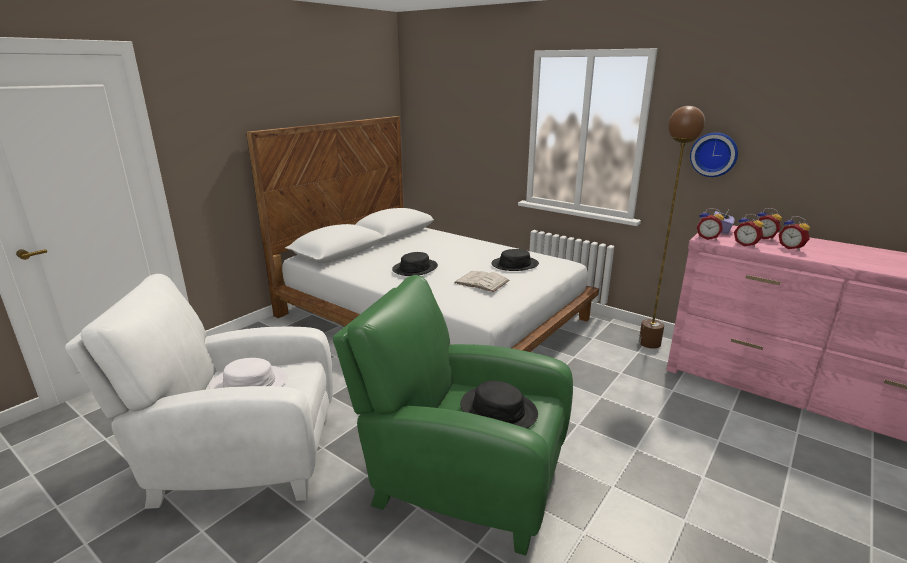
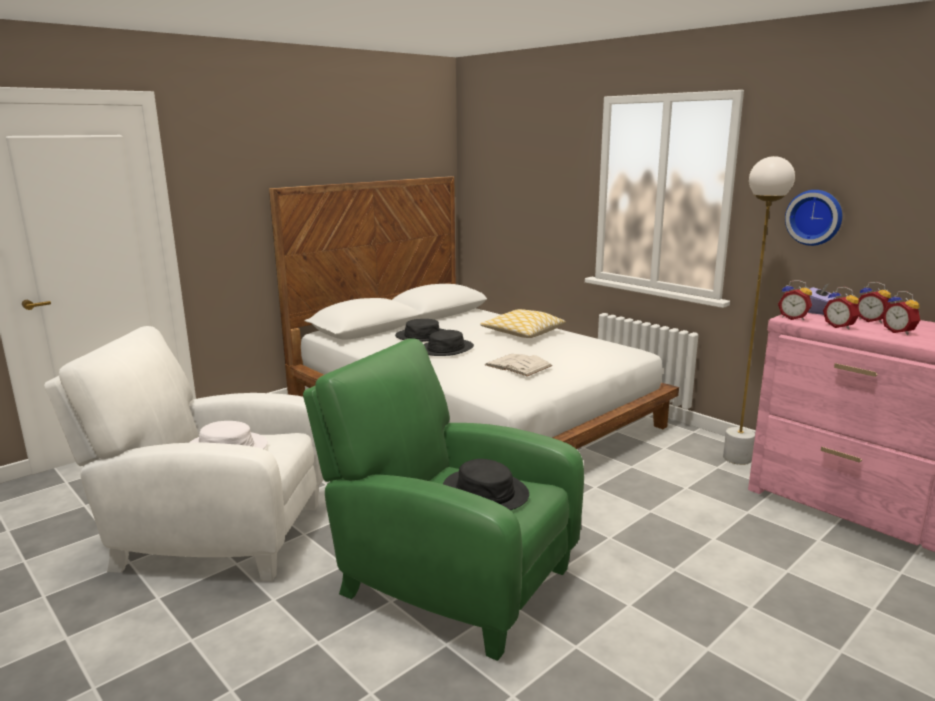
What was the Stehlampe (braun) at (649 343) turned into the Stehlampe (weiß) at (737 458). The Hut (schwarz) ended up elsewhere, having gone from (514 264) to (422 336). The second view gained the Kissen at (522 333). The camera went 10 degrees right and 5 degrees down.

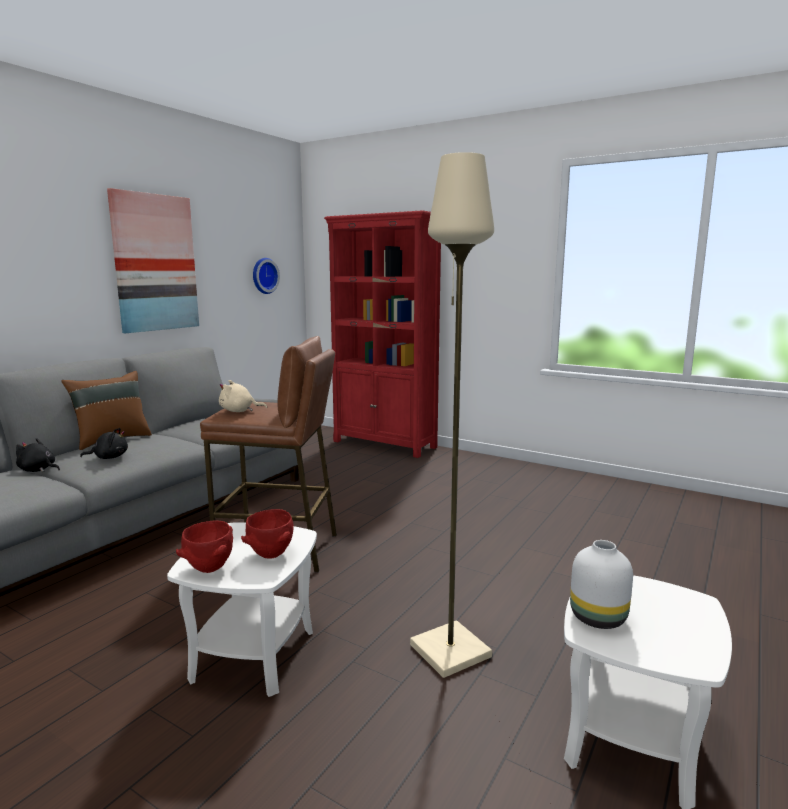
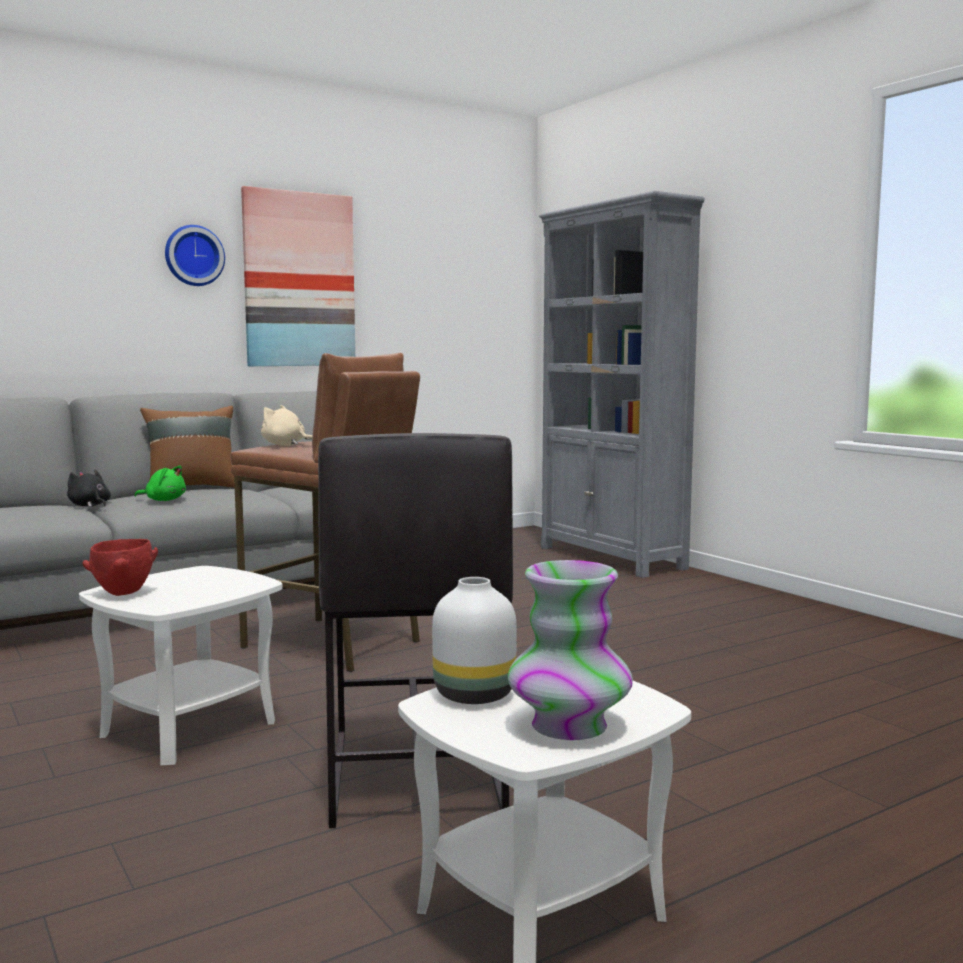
Where the Stehlampe (beige) stood at (450 652), the Hocker (grau) came to stand at (413 774). What was the Bücherregal (rot) at (385 444) turned into the Bücherregal (grau) at (611 558). The Wanduhr ended up elsewhere, having gone from (263 275) to (193 256). What was the Plüschtier (schwarz) at (109 457) turned into the Plüschtier (grün) at (164 500). The second view lost the Schüssel (rot) at (270 555). The second view gained the Vase at (569 726). The camera went 25 degrees right and 5 degrees down.

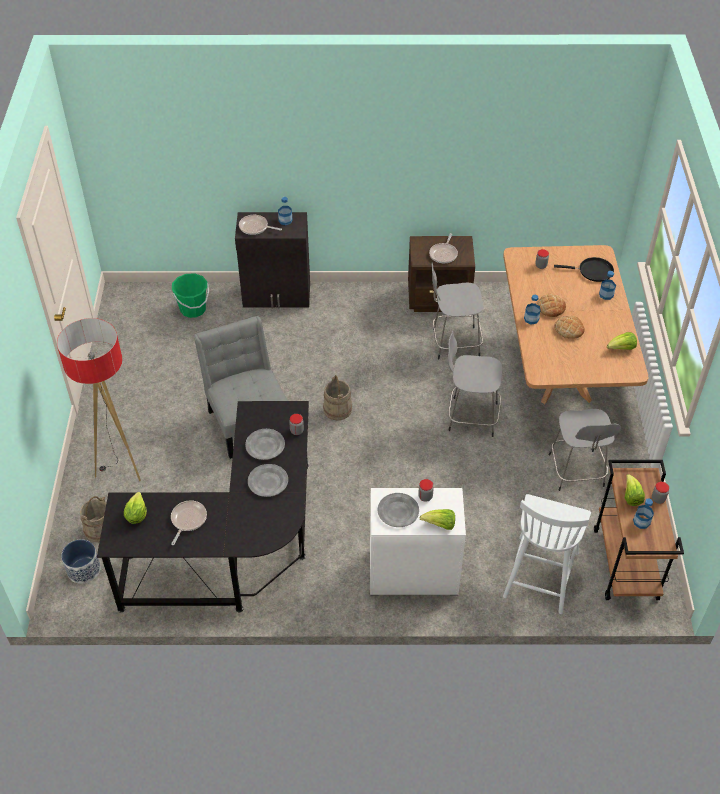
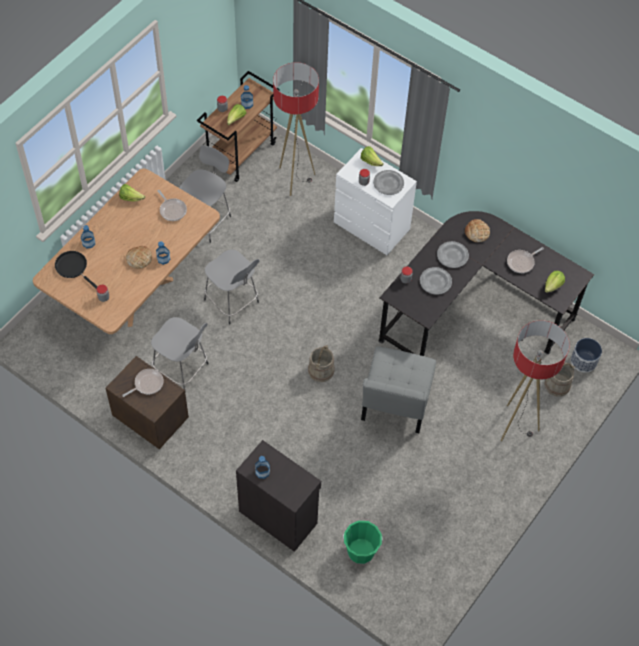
The Pfanne ended up elsewhere, having gone from (255 227) to (172 210). The Brot ended up elsewhere, having gone from (569 329) to (477 232). Where the Stuhl (weiß) stood at (541 573), the Stehlampe came to stand at (295 179). The camera went 145 degrees left and 10 degrees up.

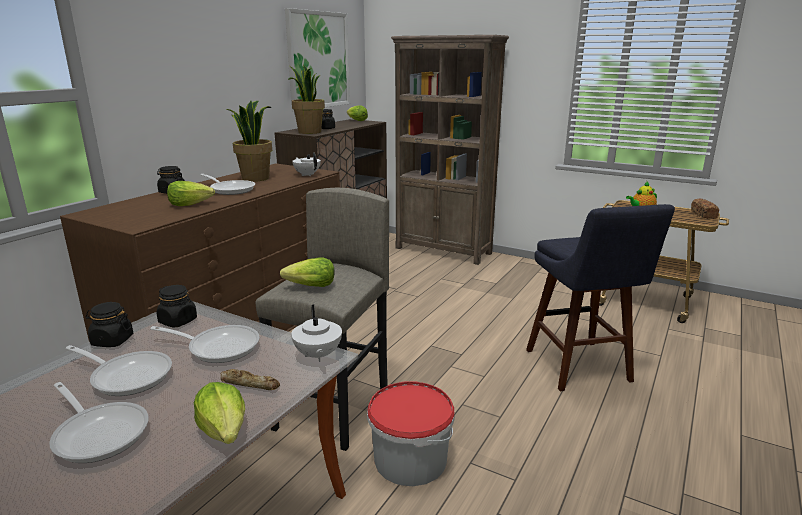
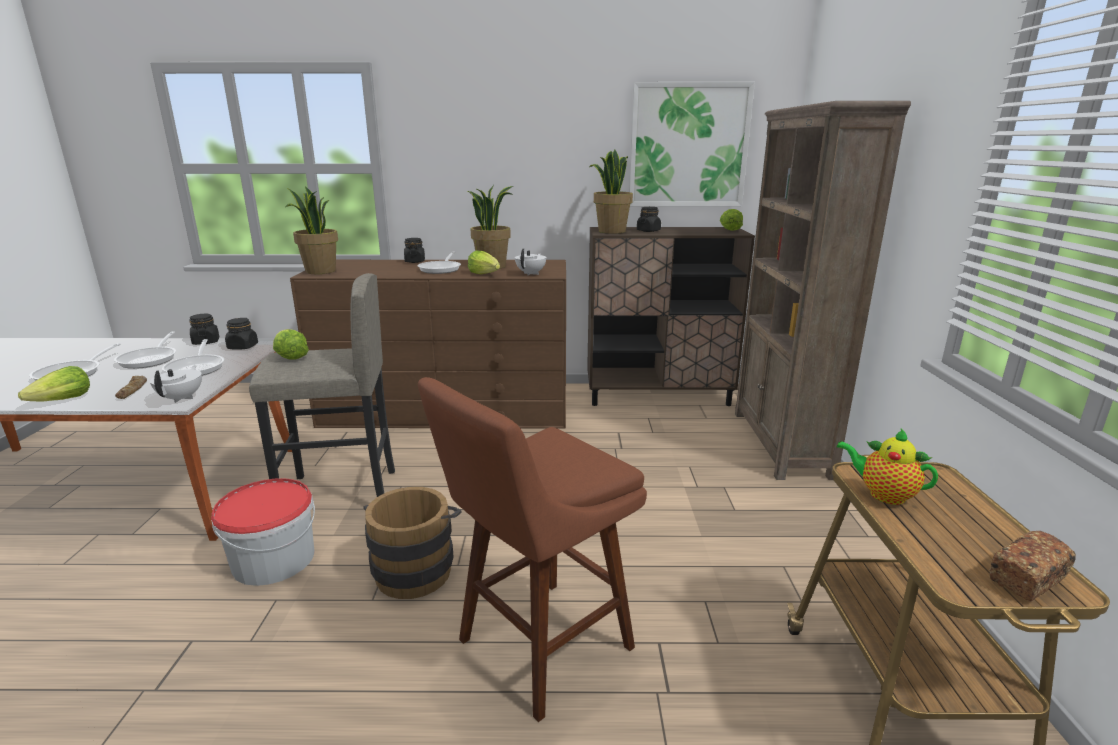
The Salatkopf ended up elsewhere, having gone from (190 204) to (485 274). What was the Hocker (blau) at (580 369) turned into the Hocker (braun) at (537 649). The Teekanne (weiß) at (317 355) ended up facing another way, 135 degrees clockwise from before. The second view gained the Topfpflanze at (320 271). The second view gained the Eimer (braun) at (416 568). The camera went 60 degrees right and 0 degrees up.

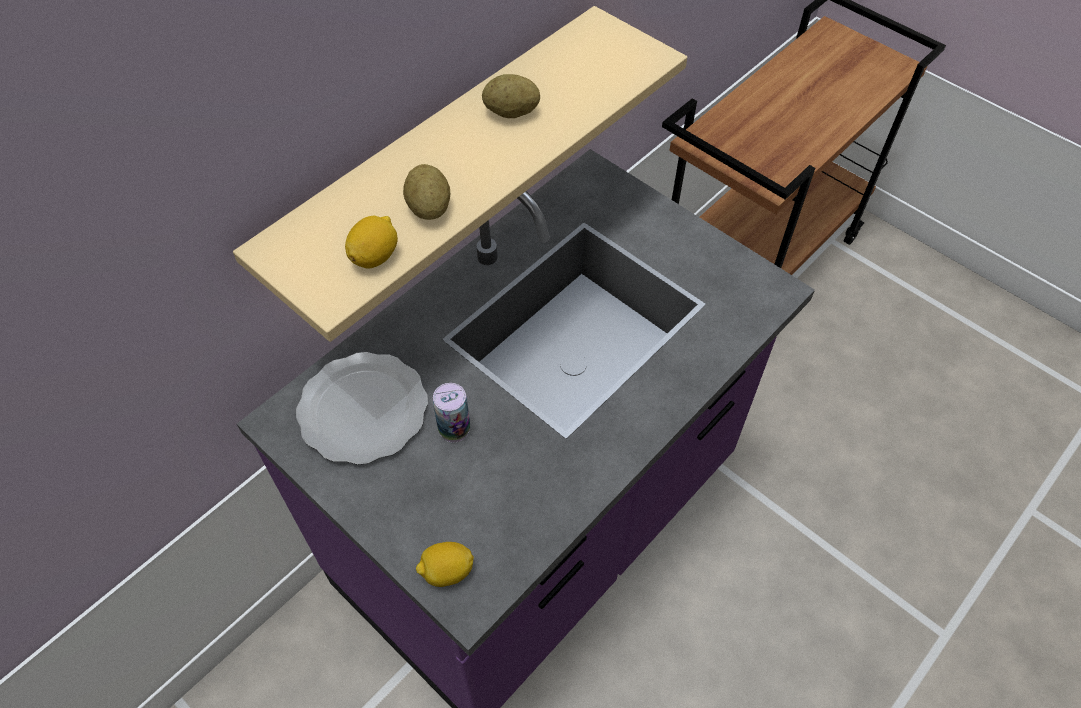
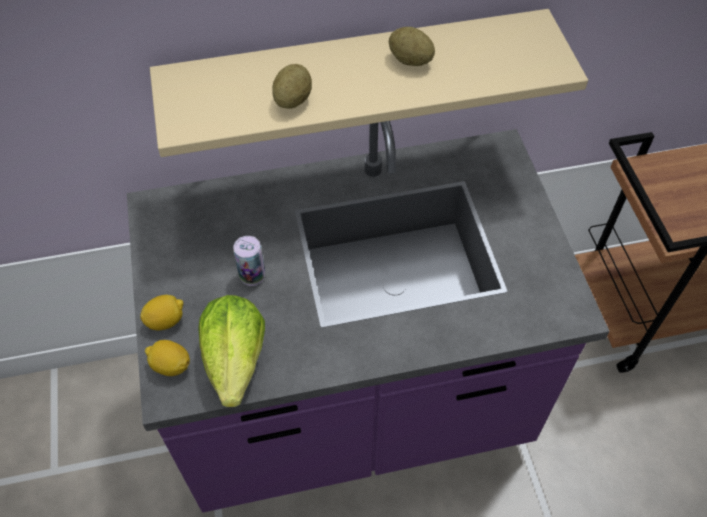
The Zitrone ended up elsewhere, having gone from (375 256) to (166 320). The second view lost the Teller at (363 408). The second view gained the Salatkopf at (236 360). The camera went 35 degrees right and 0 degrees up.

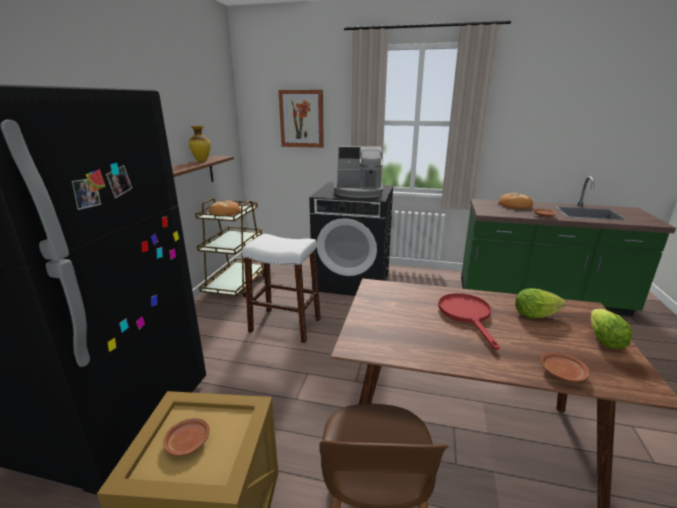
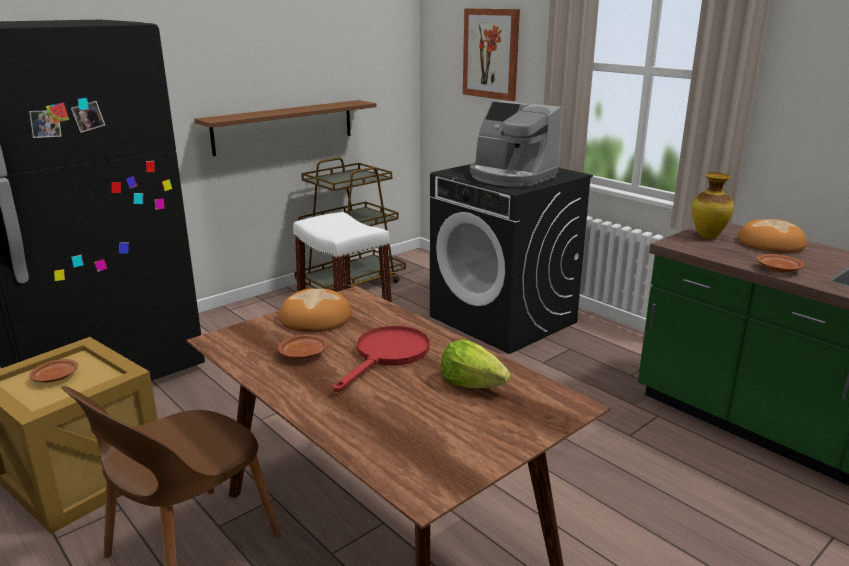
The Vase ended up elsewhere, having gone from (202 161) to (708 236). The Brot ended up elsewhere, having gone from (225 212) to (315 318). The second view lost the Salatkopf at (603 340). The Teller (braun) ended up elsewhere, having gone from (562 372) to (304 354). The camera went 35 degrees right and 0 degrees up.

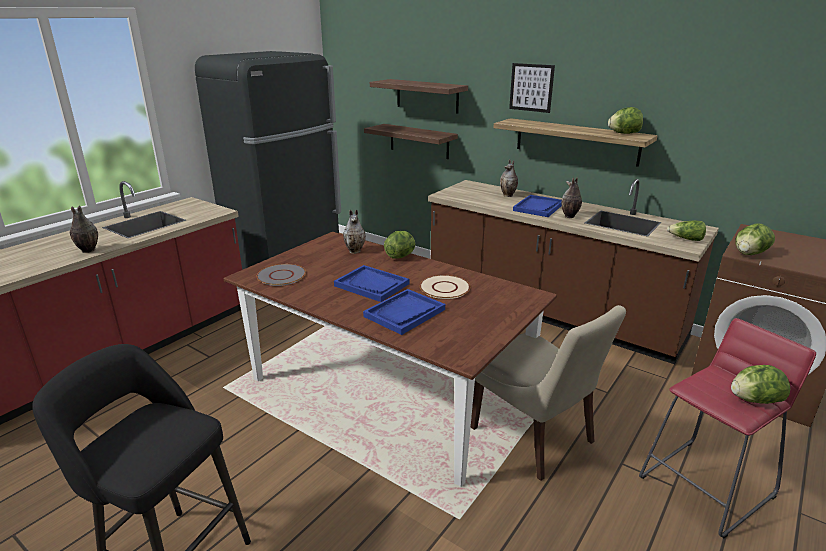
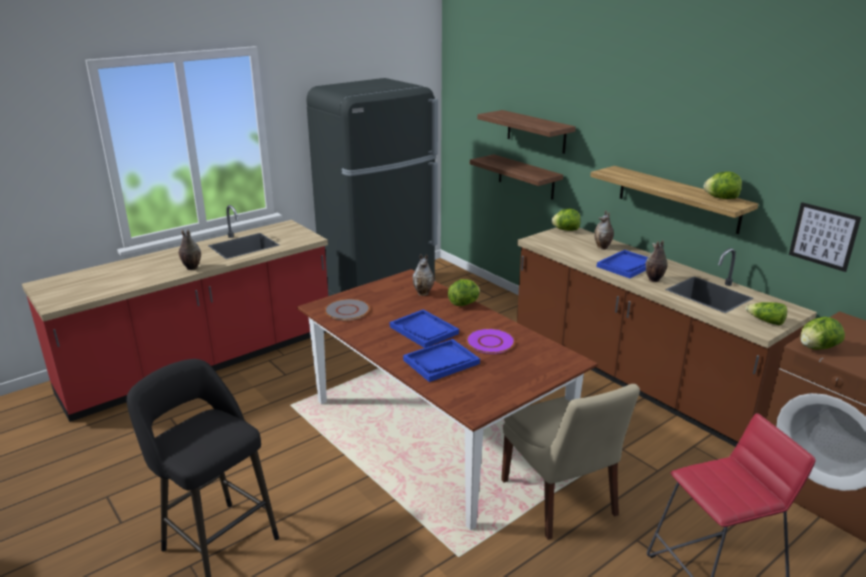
The Bild ended up elsewhere, having gone from (531 87) to (823 236). What was the Teller (beige) at (444 288) turned into the Teller (lila) at (490 342). The Salatkopf ended up elsewhere, having gone from (754 400) to (566 230). The camera went 15 degrees right and 0 degrees up.

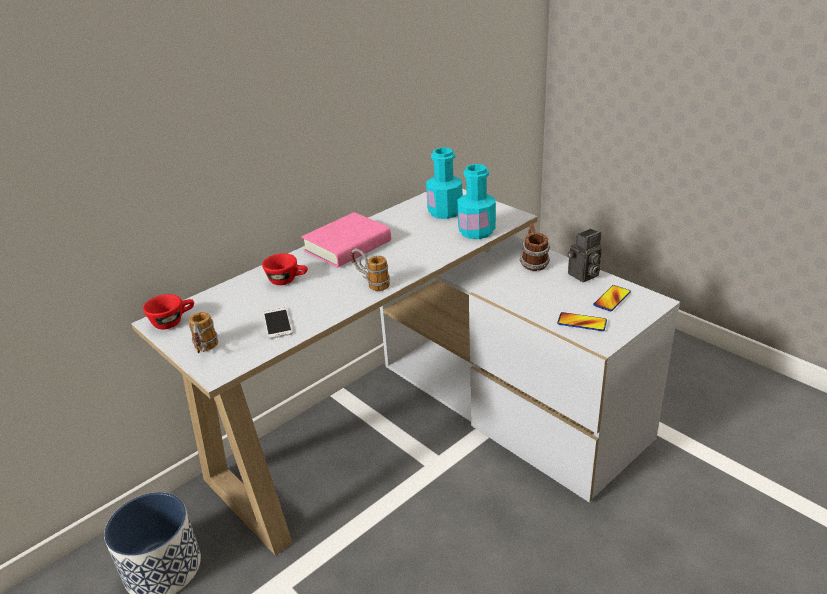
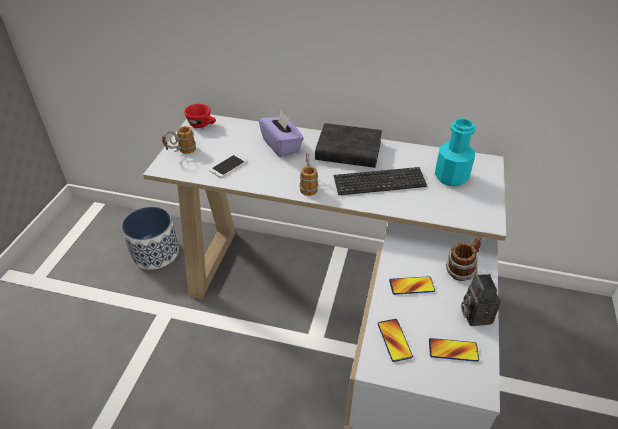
The second view lost the Flasche (türkis) at (476 231). What was the Buch (rosa) at (347 246) turned into the Buch (schwarz) at (348 151). The Kamera at (583 276) ended up facing another way, 60 degrees clockwise from before. Where the Tasse (rot) stood at (287 280), the Taschentuchbox (lila) came to stand at (281 145). The second view gained the Tastatur at (379 183). The second view gained the Handy at (411 286). The camera went 55 degrees right and 10 degrees up.

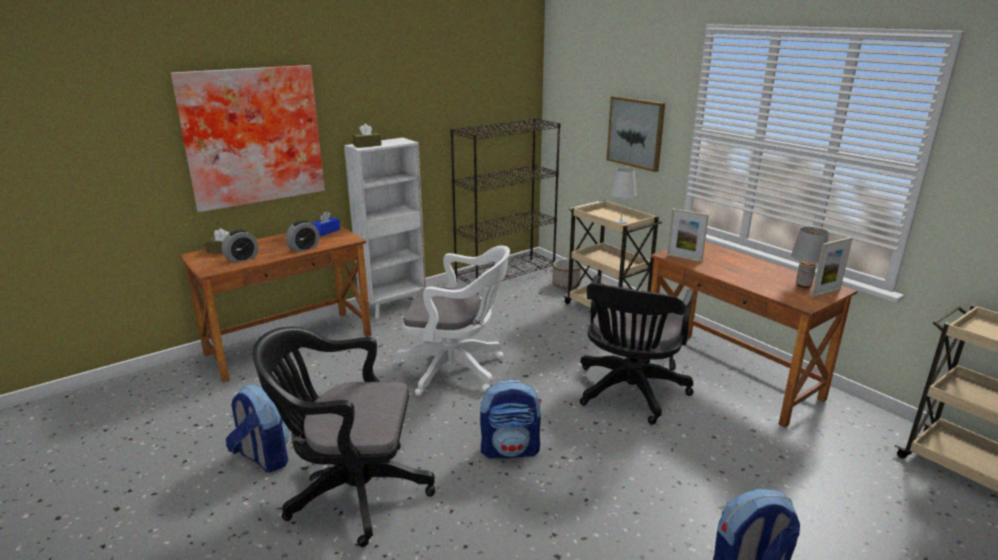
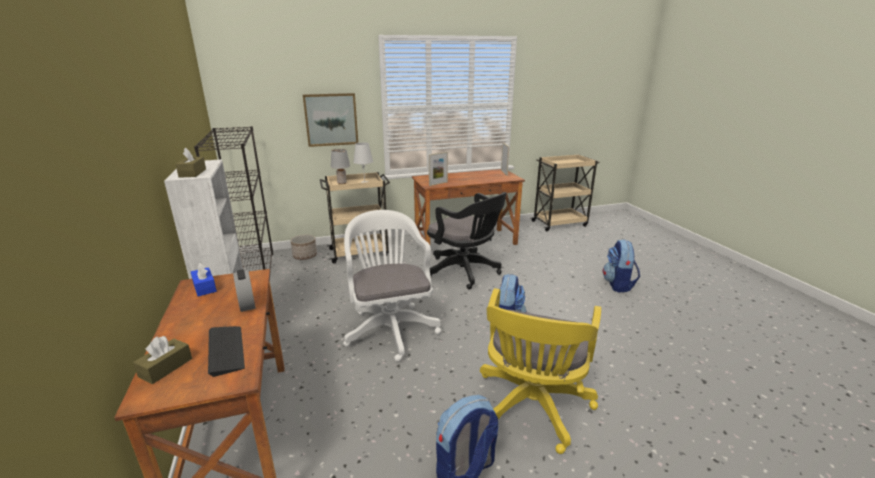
The second view lost the Bild at (252 136). The Tischlampe (grau) ended up elsewhere, having gone from (803 285) to (342 183). Where the Wecker stood at (242 259), the Tastatur came to stand at (226 350). The Bürostuhl (weiß) at (457 370) ended up facing another way, 45 degrees counterclockwise from before. What was the Bürostuhl (schwarz) at (351 491) turned into the Bürostuhl (gelb) at (531 409). The camera went 70 degrees left and 0 degrees up.

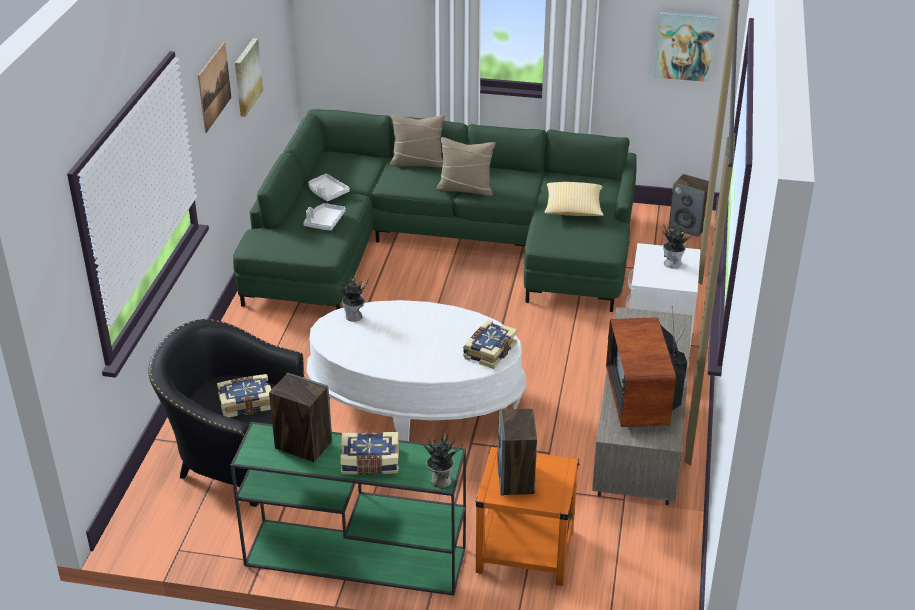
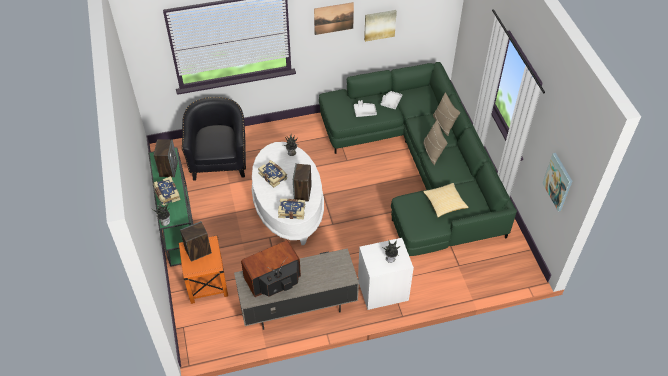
The Lautsprecher ended up elsewhere, having gone from (688 227) to (302 193). The Buch ended up elsewhere, having gone from (246 402) to (273 176). The camera went 65 degrees right and 15 degrees up.

